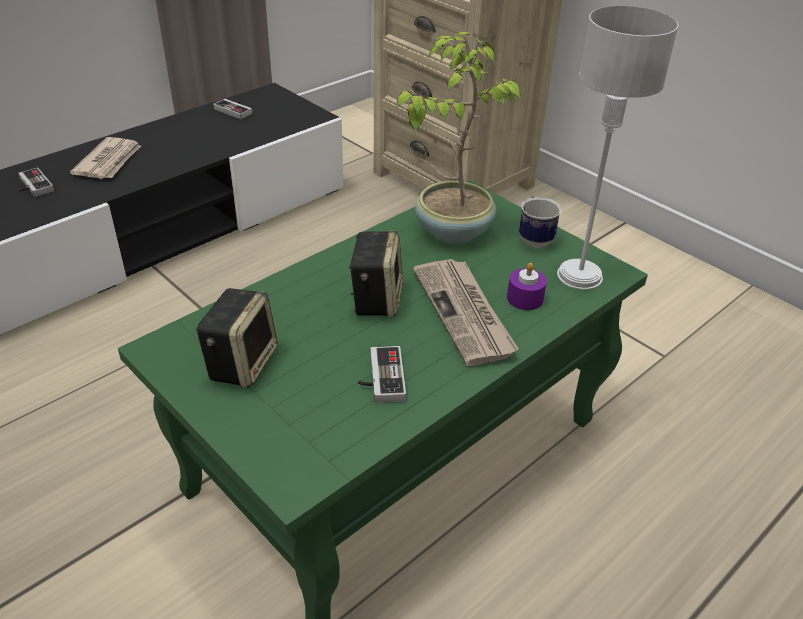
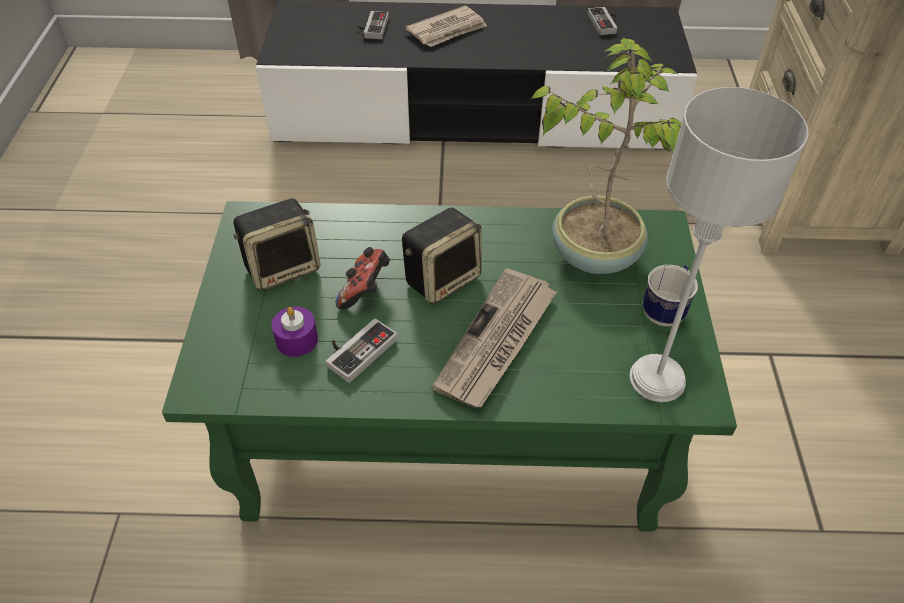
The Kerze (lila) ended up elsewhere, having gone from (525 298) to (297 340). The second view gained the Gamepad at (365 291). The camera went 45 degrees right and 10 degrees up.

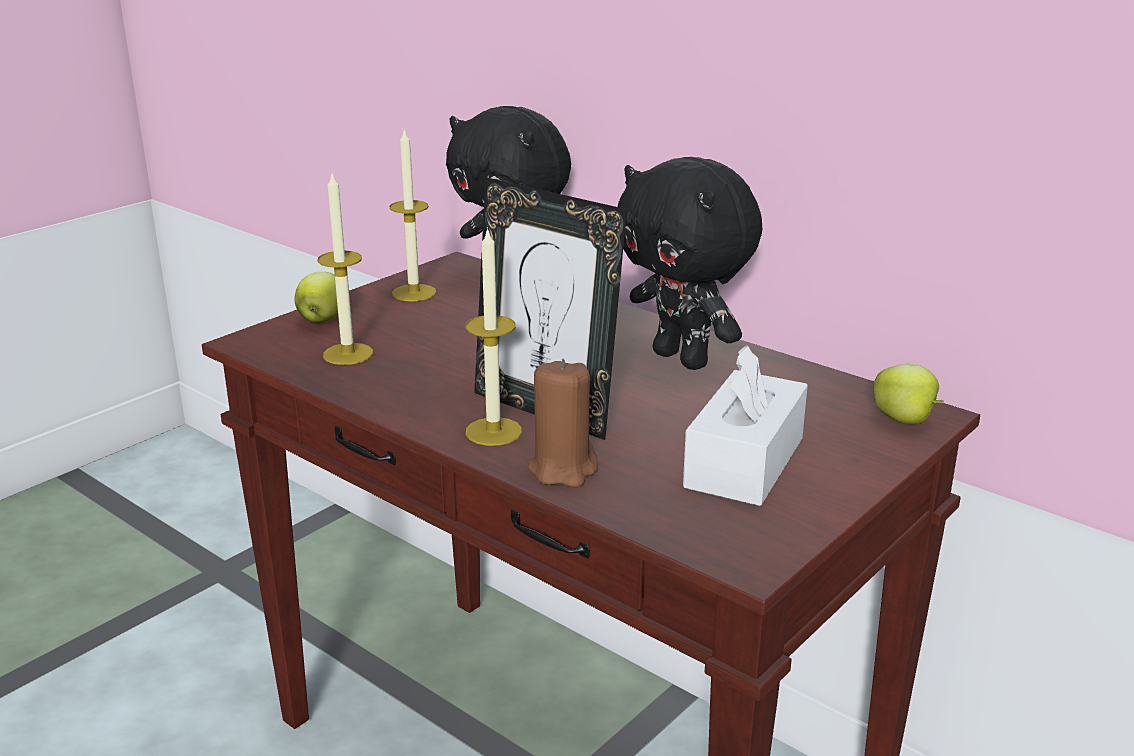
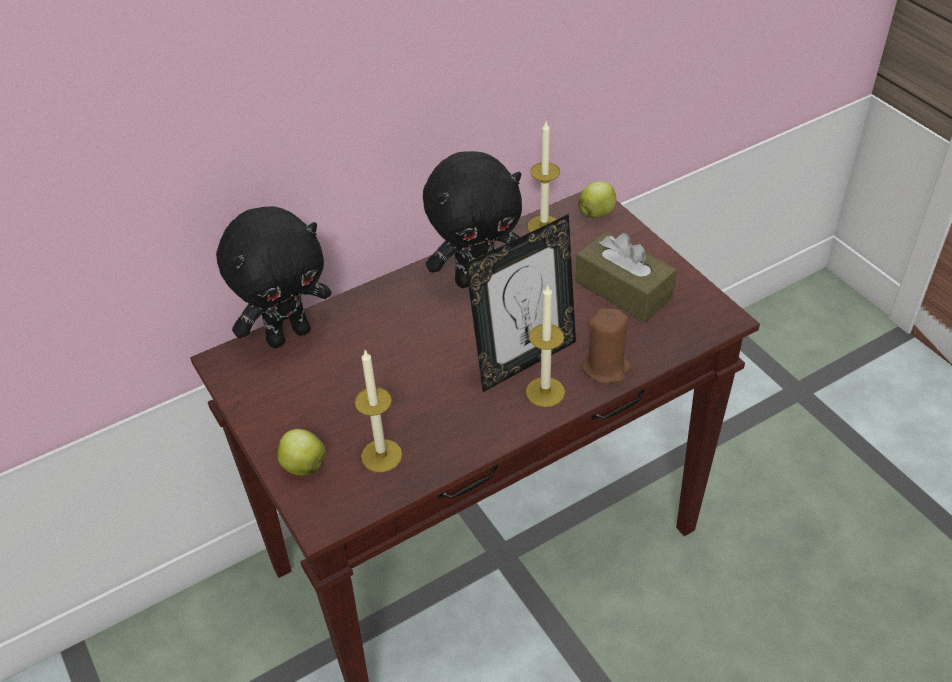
The Kerze ended up elsewhere, having gone from (414 293) to (544 226). What was the Taschentuchbox (weiß) at (744 462) turned into the Taschentuchbox (braun) at (623 290). The camera went 70 degrees left and 20 degrees up.

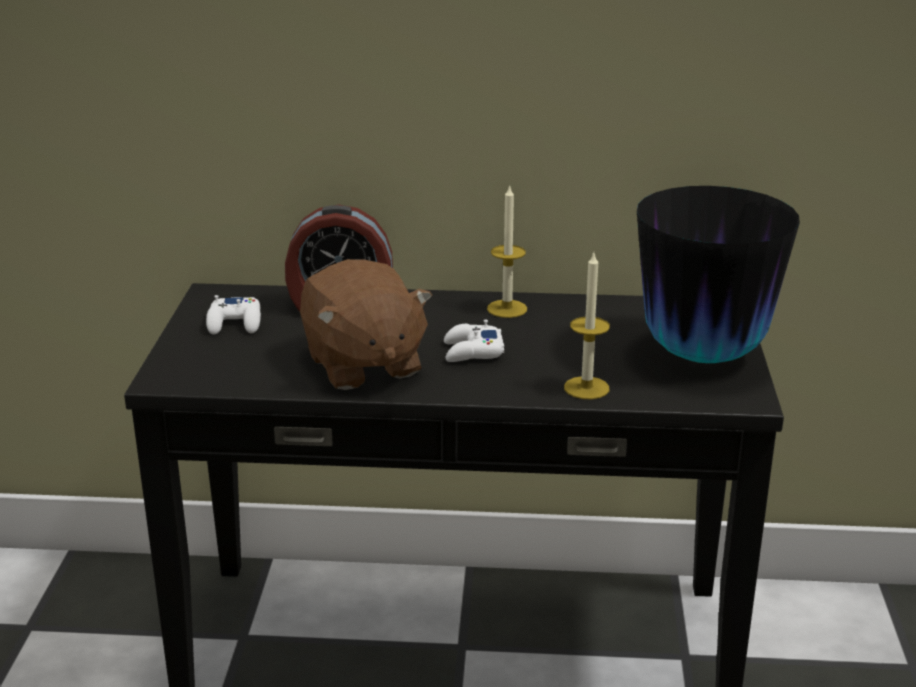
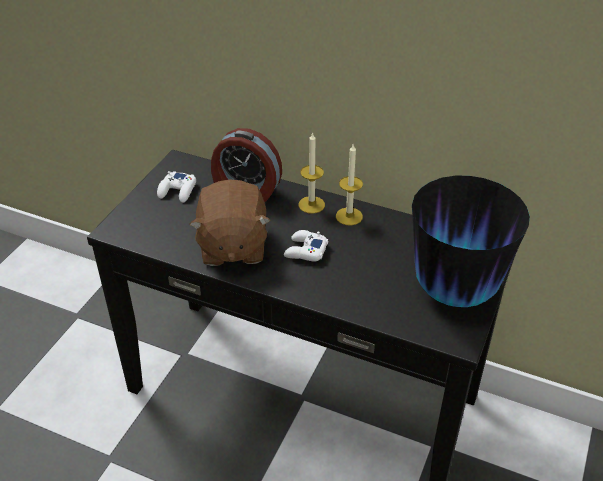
The Kerze ended up elsewhere, having gone from (586 388) to (311 205). The camera went 20 degrees right and 15 degrees up.

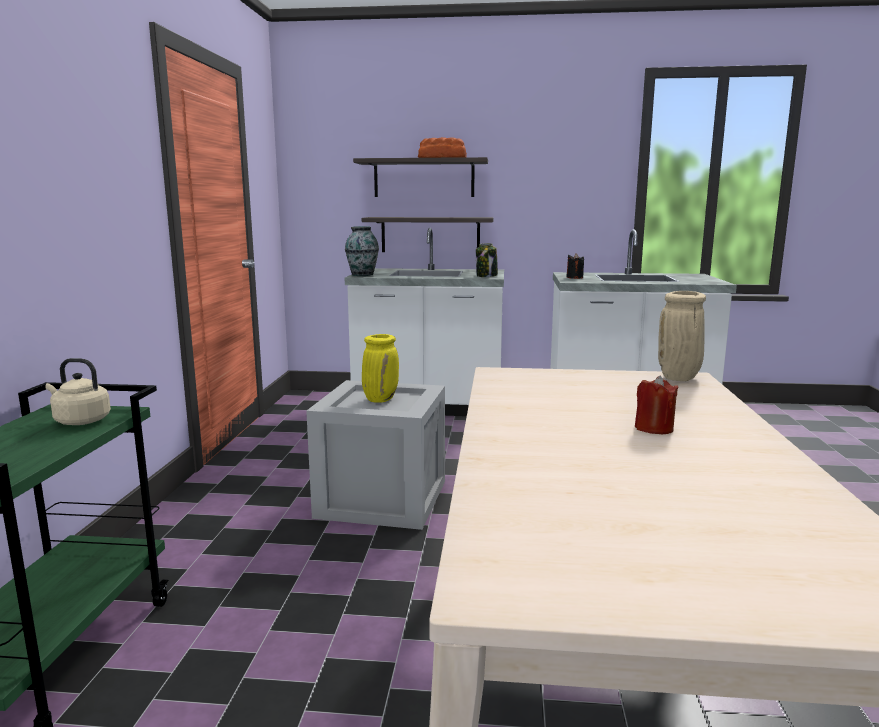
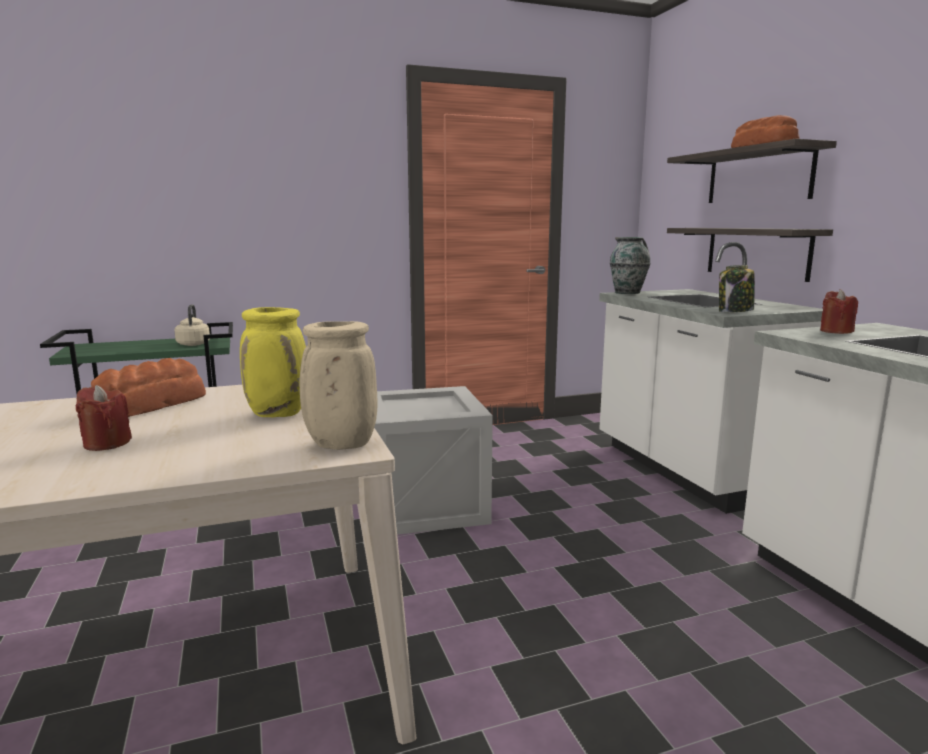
What was the Kerze (schwarz) at (574 277) turned into the Kerze (rot) at (836 331). The Vase (gelb) ended up elsewhere, having gone from (380 399) to (280 414). The second view gained the Brot at (151 405). The camera went 65 degrees right and 0 degrees up.

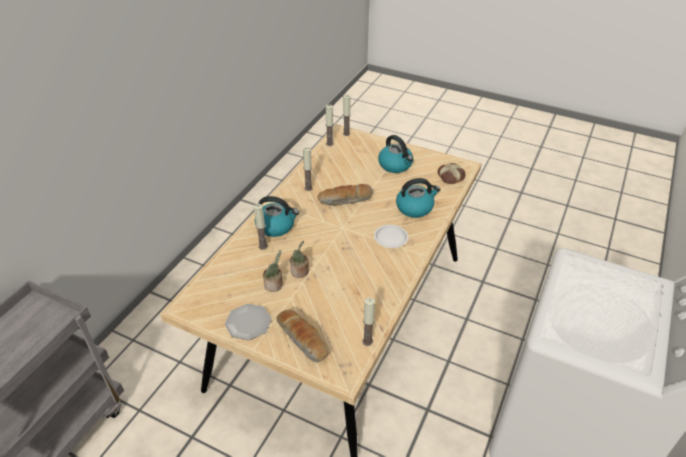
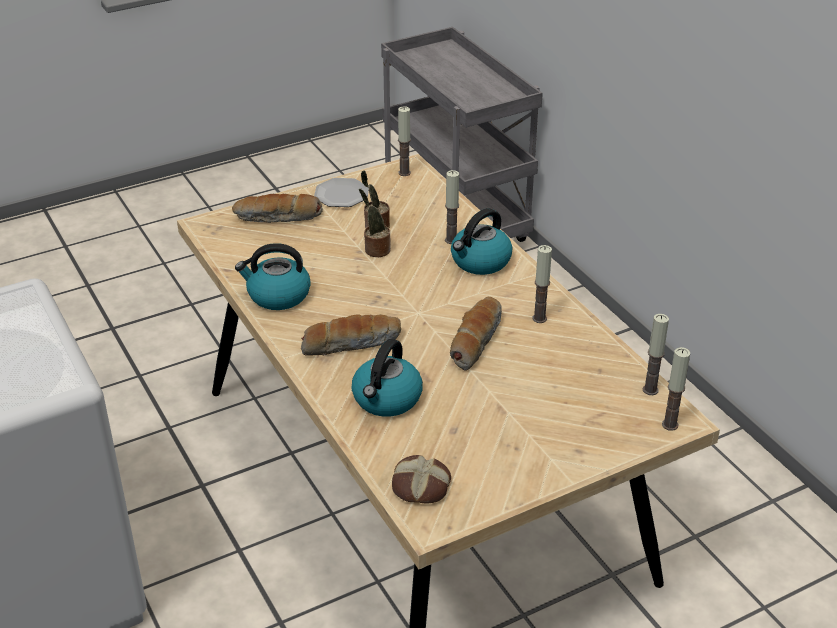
The Wasserkessel ended up elsewhere, having gone from (395 165) to (277 295). Where the Teller (weiß) stood at (390 238), the Brot came to stand at (351 343). The Kerze ended up elsewhere, having gone from (367 341) to (404 173). The camera went 125 degrees right and 5 degrees down.

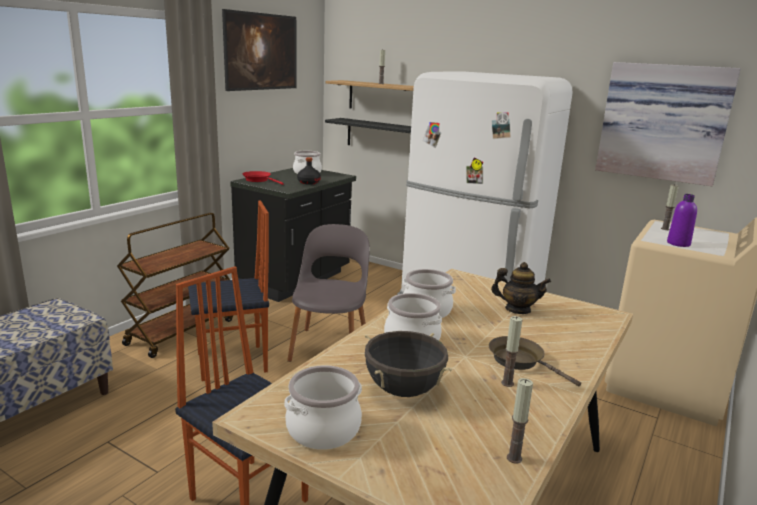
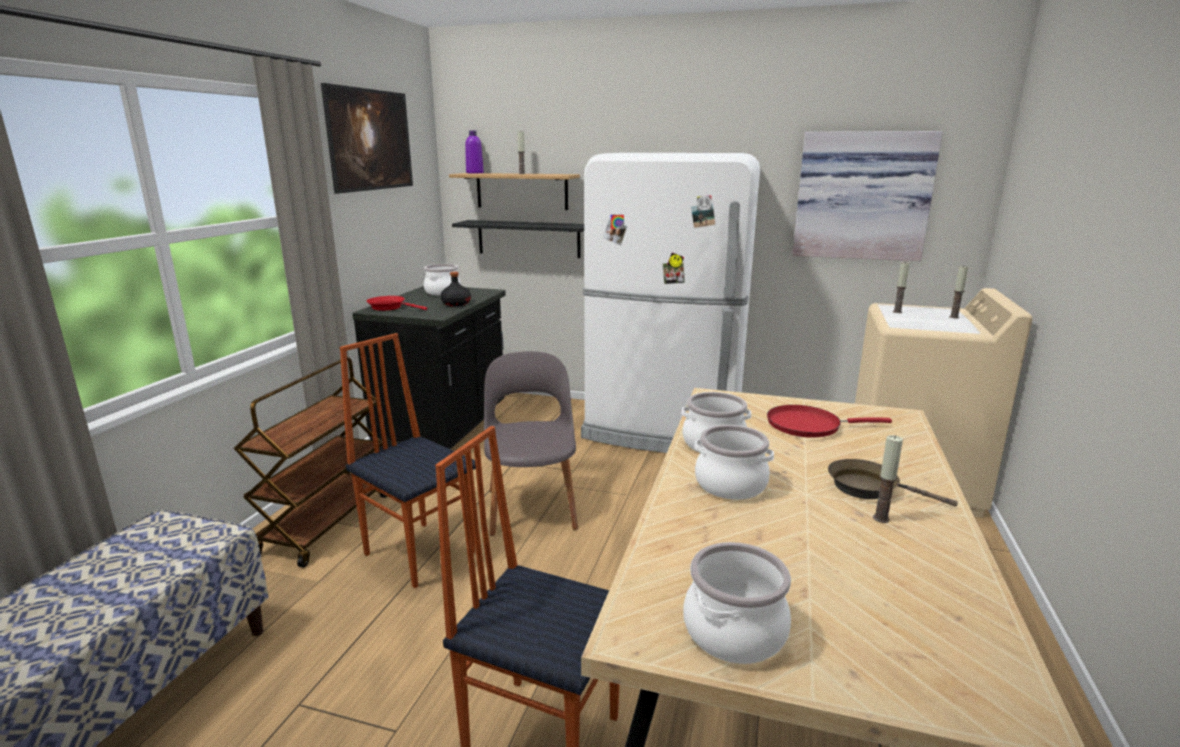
The Flasche (lila) ended up elsewhere, having gone from (678 243) to (474 173). The Stuhl at (233 363) ended up facing another way, 105 degrees counterclockwise from before. Where the Teekanne stood at (517 309), the Pfanne (rot) came to stand at (808 425). The second view lost the Kochtopf (schwarz) at (404 390). The Kerze ended up elsewhere, having gone from (514 458) to (954 317). The camera went 15 degrees left and 0 degrees up.

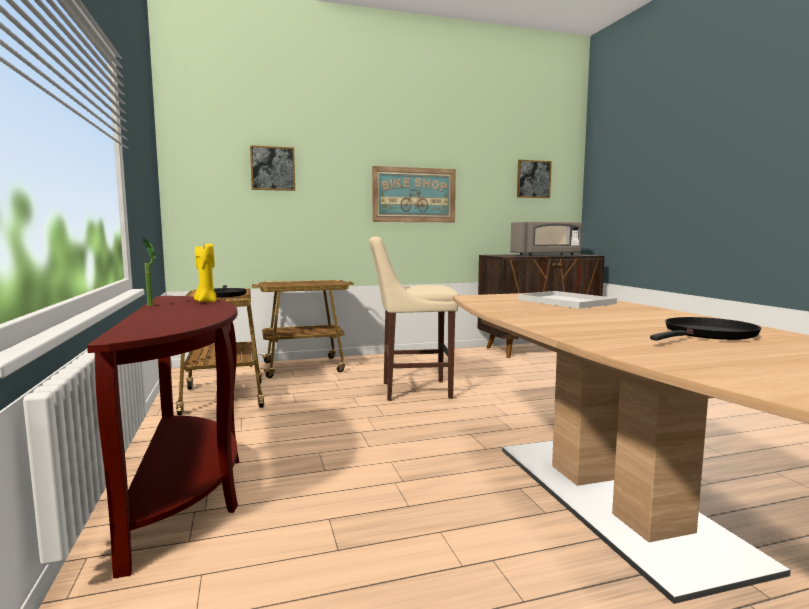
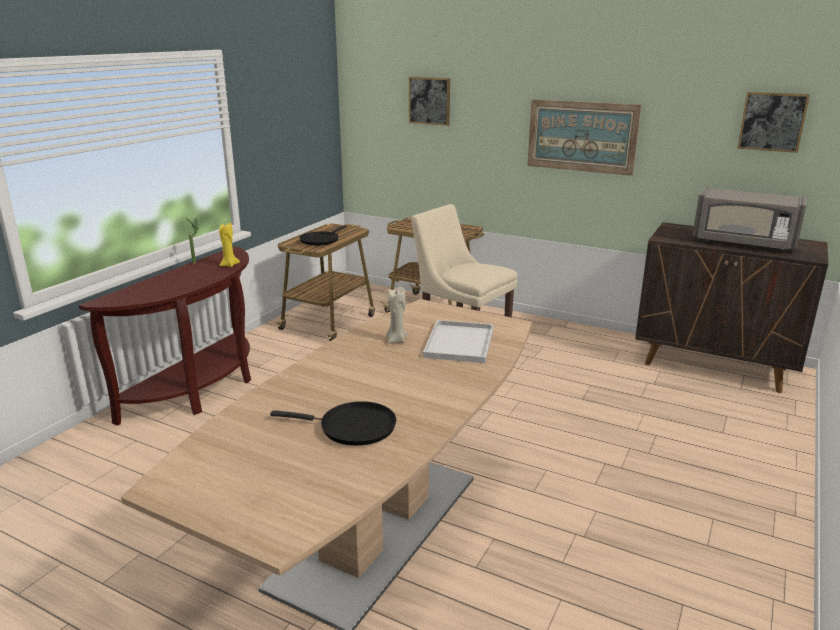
The second view gained the Kerze (beige) at (396 340). The camera went 45 degrees right and 15 degrees up.

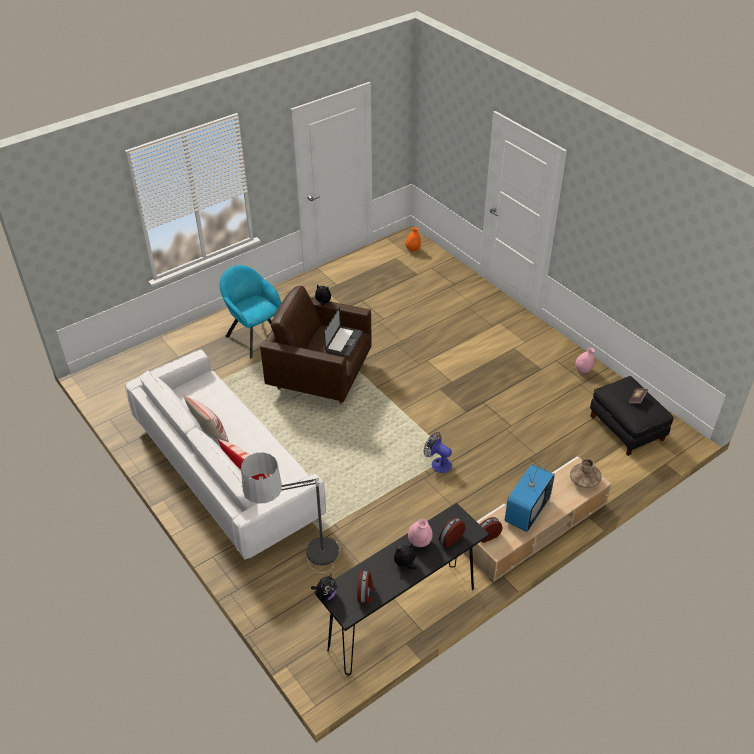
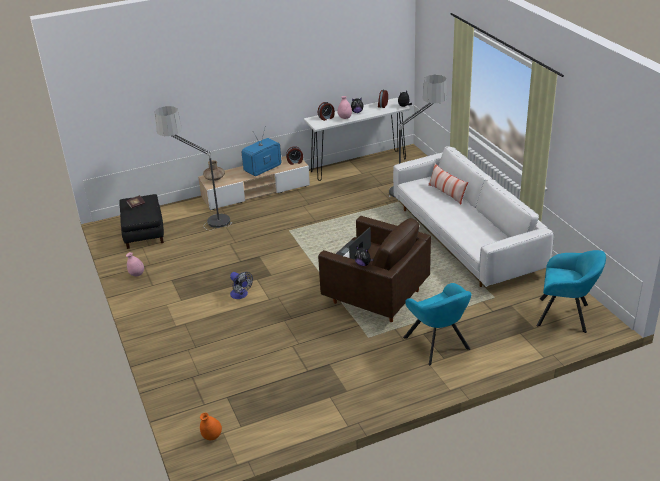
The second view lost the Kissen at (210 433). The Ventilator ended up elsewhere, having gone from (438 463) to (241 295). What was the Konsolentisch (schwarz) at (402 618) turned into the Konsolentisch (weiß) at (358 165). The second view gained the Stehlampe at (201 221). The second view gained the Sessel (türkis) at (566 315). The camera went 165 degrees left and 10 degrees down.

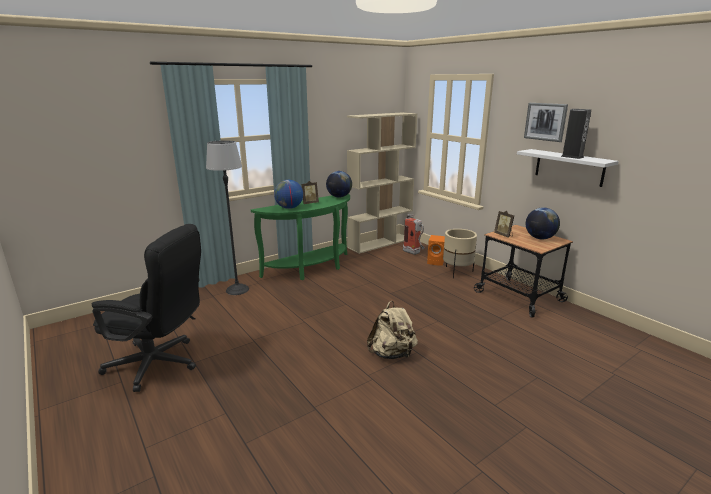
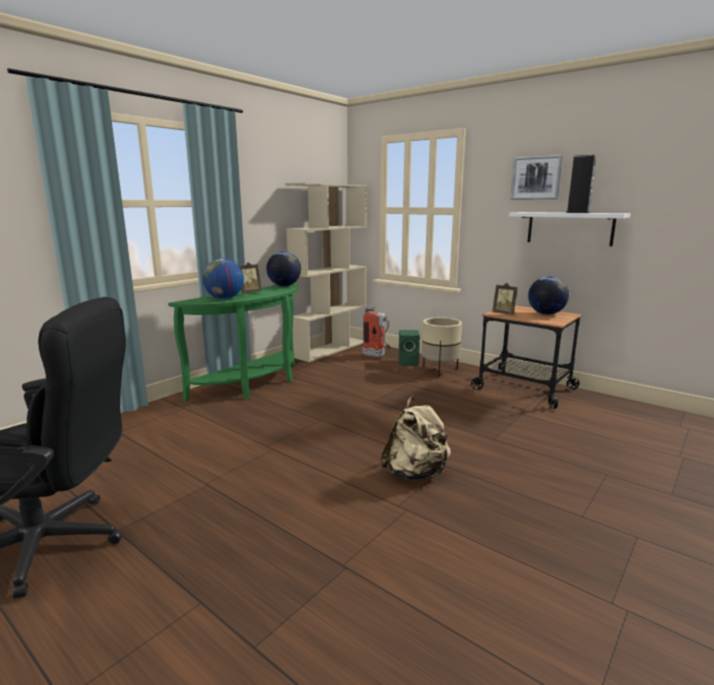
The second view lost the Stehlampe at (237 290). What was the Lautsprecher (orange) at (436 262) turned into the Lautsprecher (grün) at (409 362). The camera went 15 degrees left and 5 degrees down.

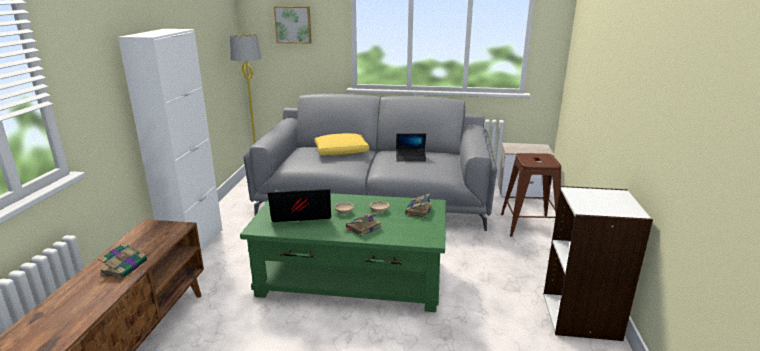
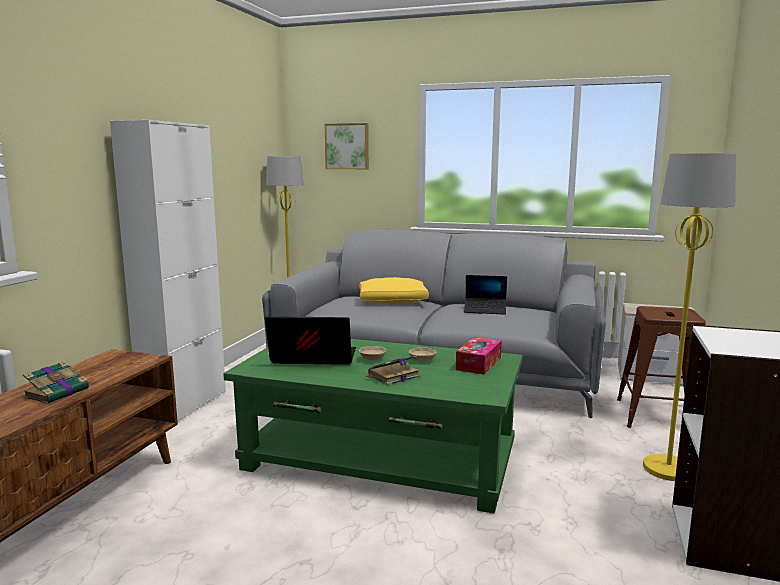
Where the Buch stood at (418 211), the Taschentuchbox came to stand at (478 363). The second view gained the Stehlampe (gelb) at (667 469). The camera went 10 degrees right and 10 degrees down.

